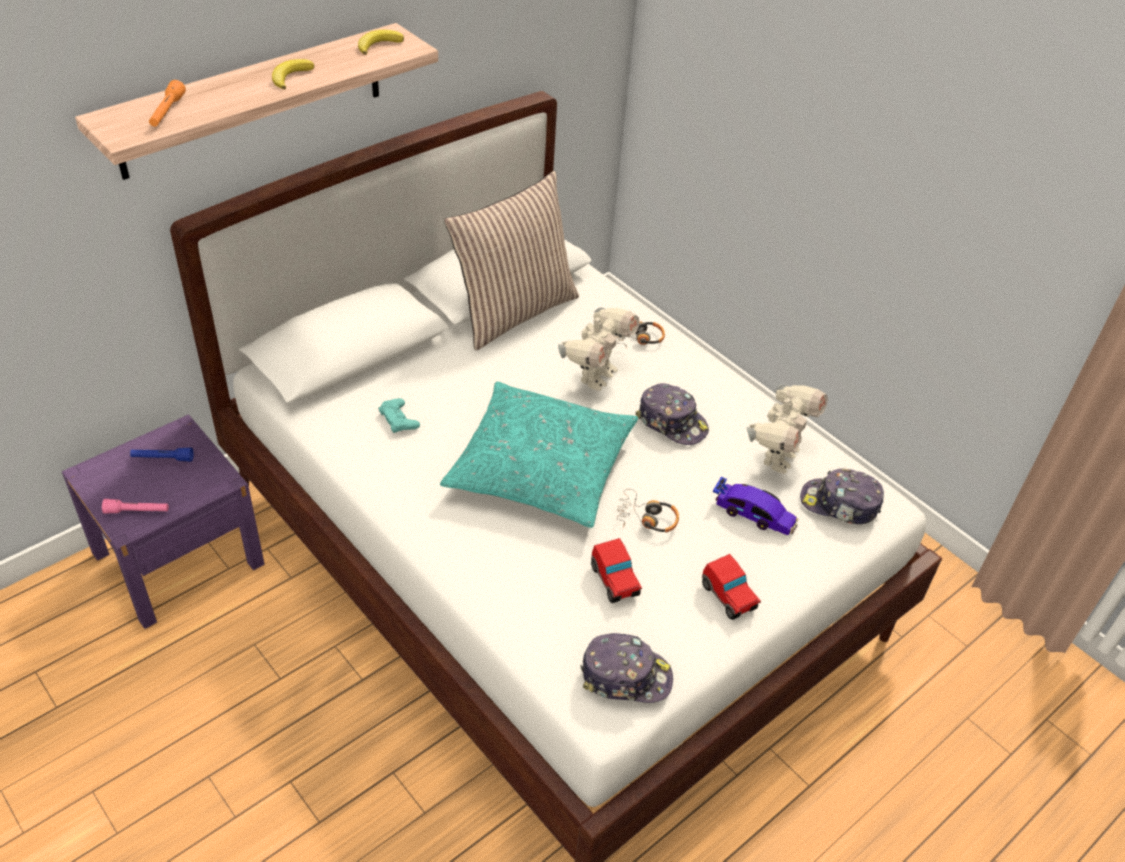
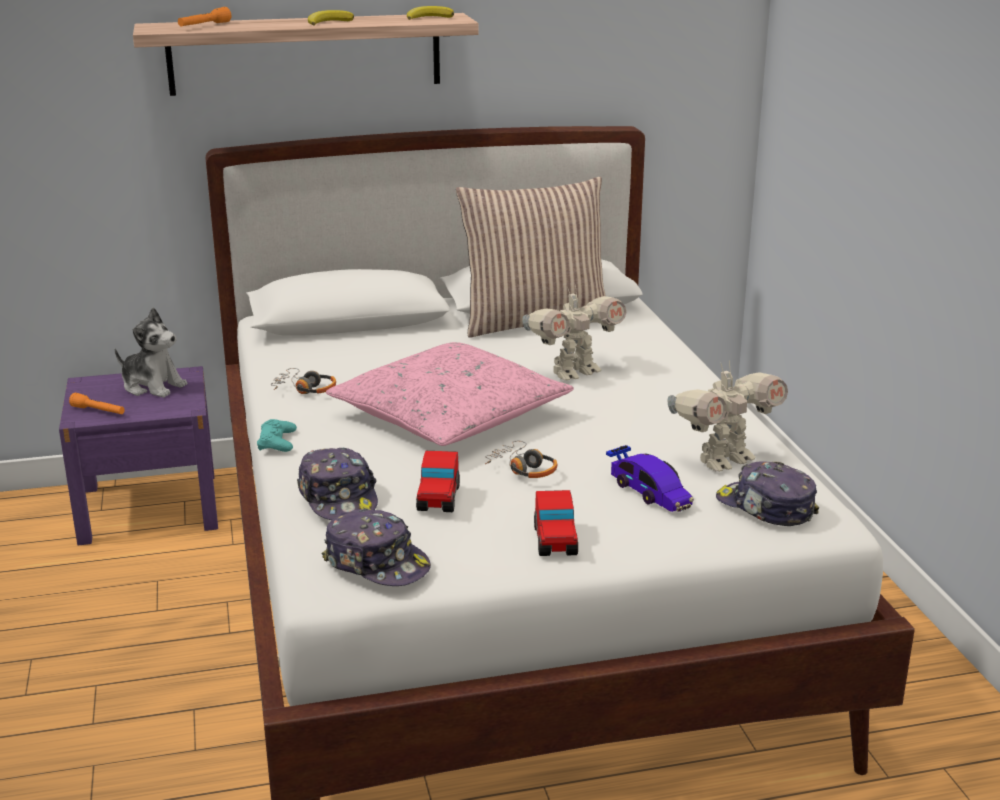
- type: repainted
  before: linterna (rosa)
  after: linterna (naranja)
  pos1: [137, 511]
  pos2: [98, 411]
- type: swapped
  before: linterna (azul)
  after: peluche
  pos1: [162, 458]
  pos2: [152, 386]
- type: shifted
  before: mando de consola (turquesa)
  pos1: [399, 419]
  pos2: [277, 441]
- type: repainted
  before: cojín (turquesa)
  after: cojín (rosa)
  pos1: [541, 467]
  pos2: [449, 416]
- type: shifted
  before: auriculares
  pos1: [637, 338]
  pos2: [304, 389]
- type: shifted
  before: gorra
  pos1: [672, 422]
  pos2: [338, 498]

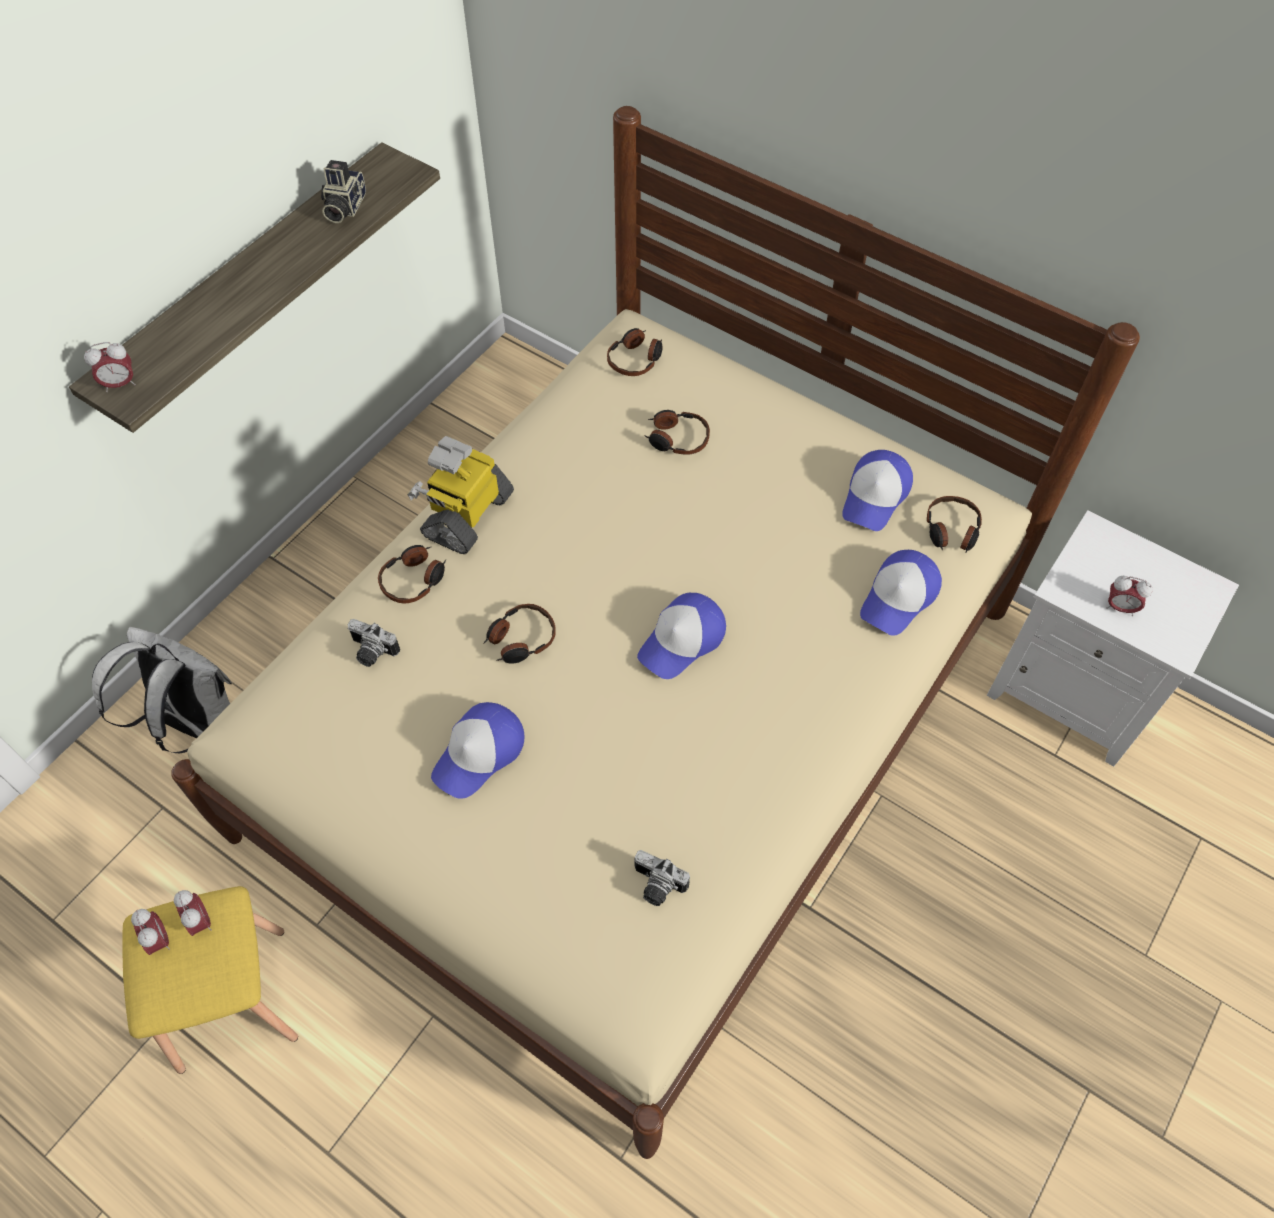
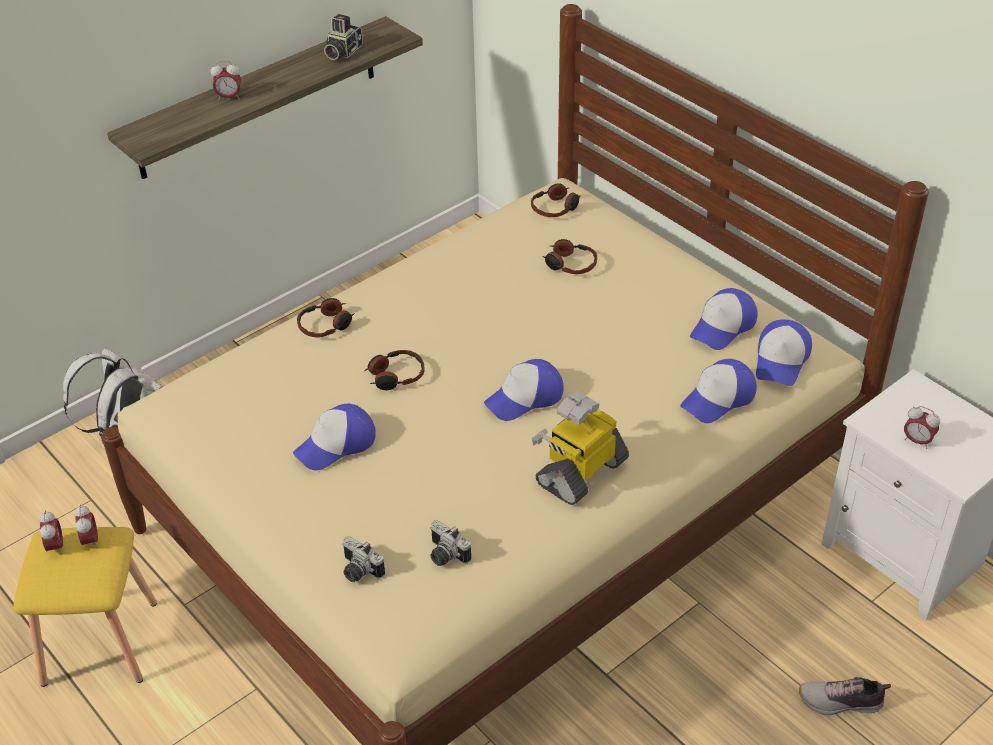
- type: shifted
  before: despertador
  pos1: [120, 384]
  pos2: [229, 97]
- type: shifted
  before: cámara
  pos1: [371, 652]
  pos2: [358, 571]
- type: shifted
  before: robot de juguete
  pos1: [467, 515]
  pos2: [580, 471]
- type: swapped
  before: auriculares
  after: gorra
  pos1: [951, 531]
  pos2: [781, 360]
- type: new
  after: zapato
  pos2: [841, 703]

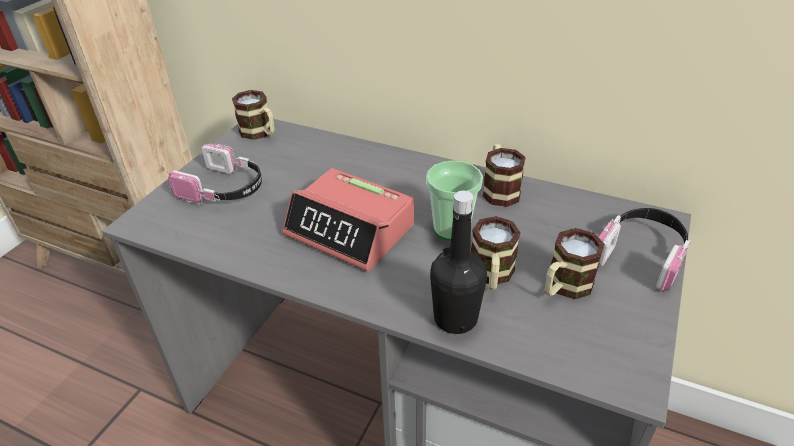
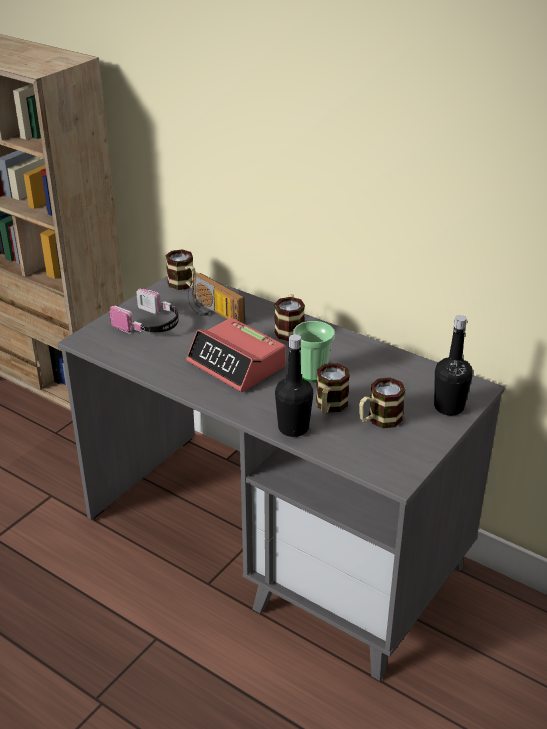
- type: shifted
  before: taza grande
  pos1: [499, 189]
  pos2: [289, 329]
- type: swapped
  before: auriculares
  after: botella (negro)
  pos1: [642, 253]
  pos2: [449, 407]
- type: new
  after: radio
  pos2: [213, 313]

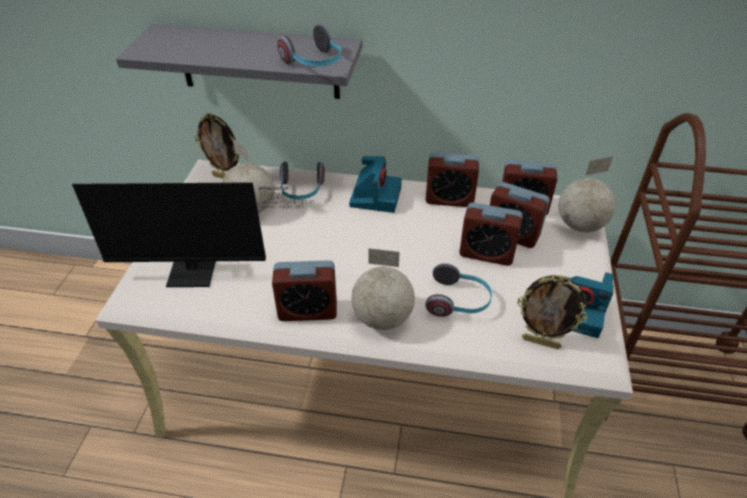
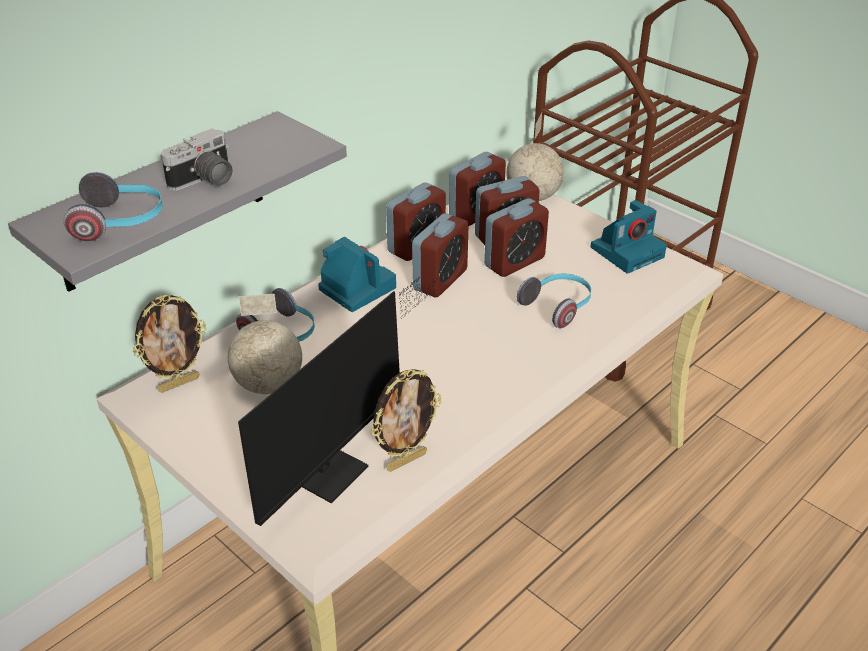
- type: shifted
  before: despertador
  pos1: [308, 310]
  pos2: [440, 280]
- type: shifted
  before: auriculares
  pos1: [314, 63]
  pos2: [120, 222]
- type: gone
  before: globo terráqueo
  pos1: [383, 319]
- type: shifted
  before: portarretratos
  pos1: [541, 342]
  pos2: [406, 460]
- type: new
  after: cámara
  pos2: [205, 181]

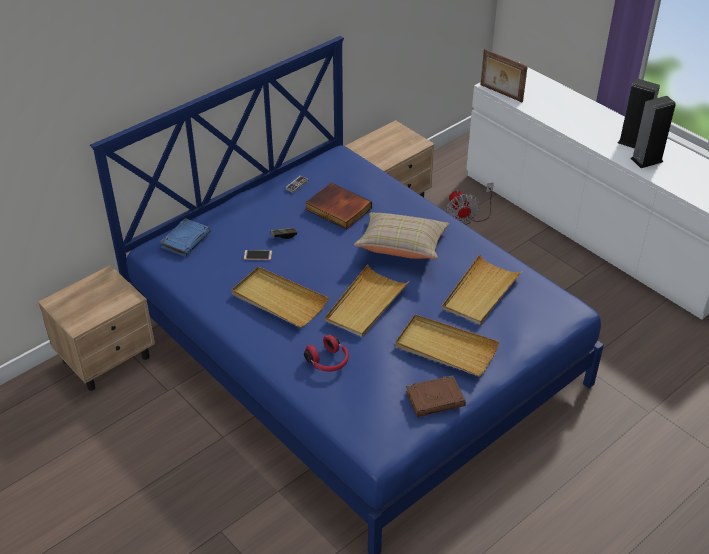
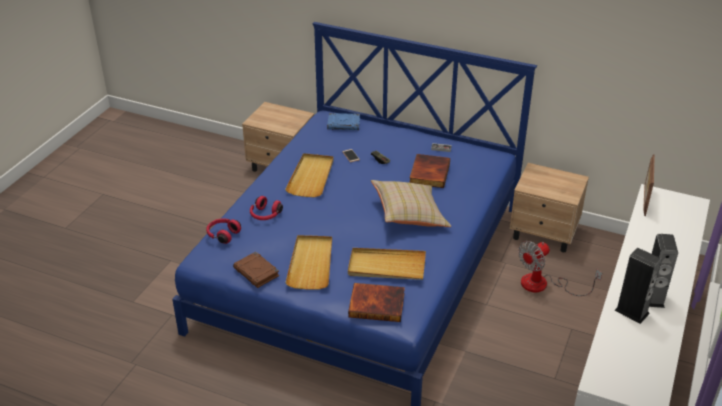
- type: gone
  before: bandeja (beis)
  pos1: [366, 304]
- type: new
  after: auriculares (rojo)
  pos2: [222, 235]
- type: new
  after: libro
  pos2: [377, 304]

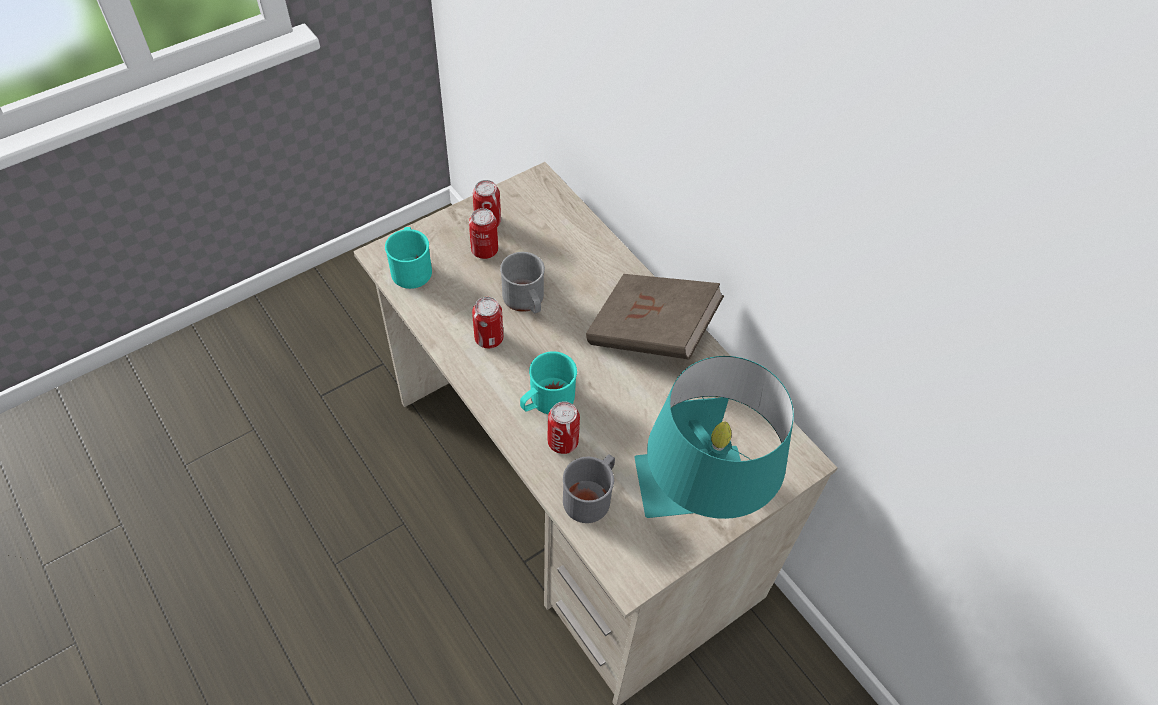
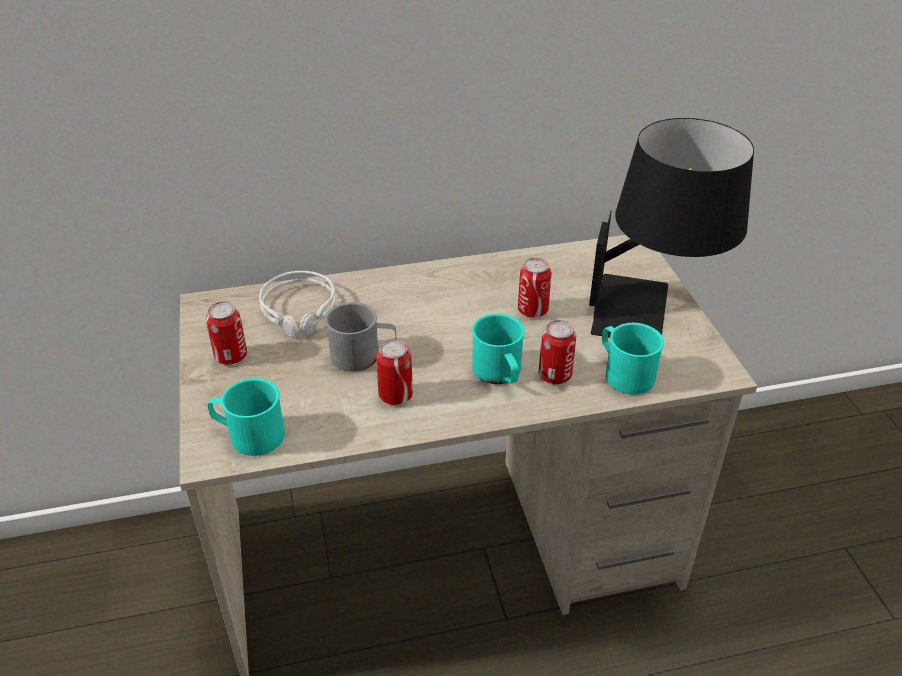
- type: shifted
  before: lata
  pos1: [484, 250]
  pos2: [532, 310]
- type: repainted
  before: taza grande (gris)
  after: taza grande (turquesa)
  pos1: [591, 495]
  pos2: [624, 372]
- type: gone
  before: libro (marrón)
  pos1: [651, 334]
- type: repainted
  before: lámpara de mesa (turquesa)
  after: lámpara de mesa (negro)
  pos1: [698, 502]
  pos2: [654, 311]
- type: new
  after: auriculares (gris)
  pos2: [302, 311]

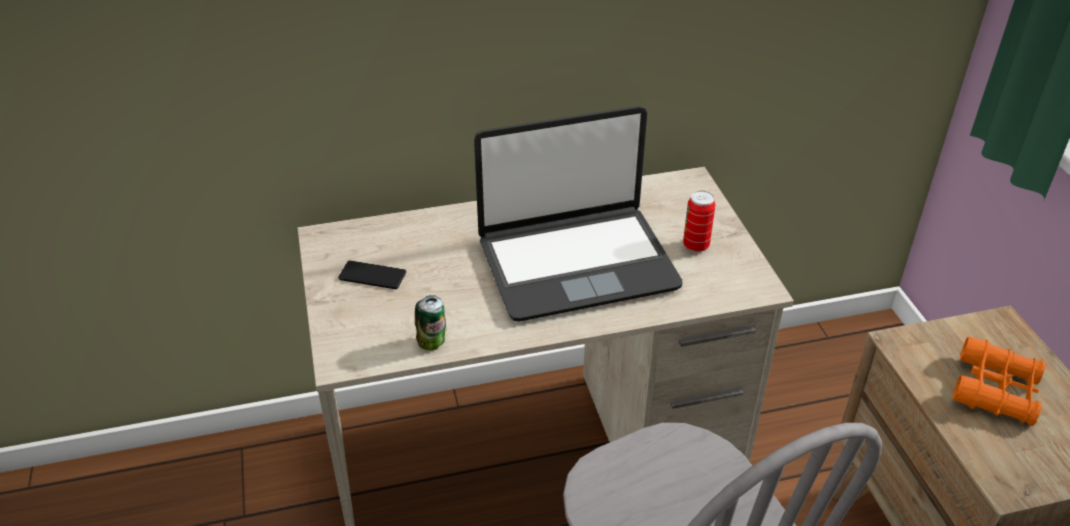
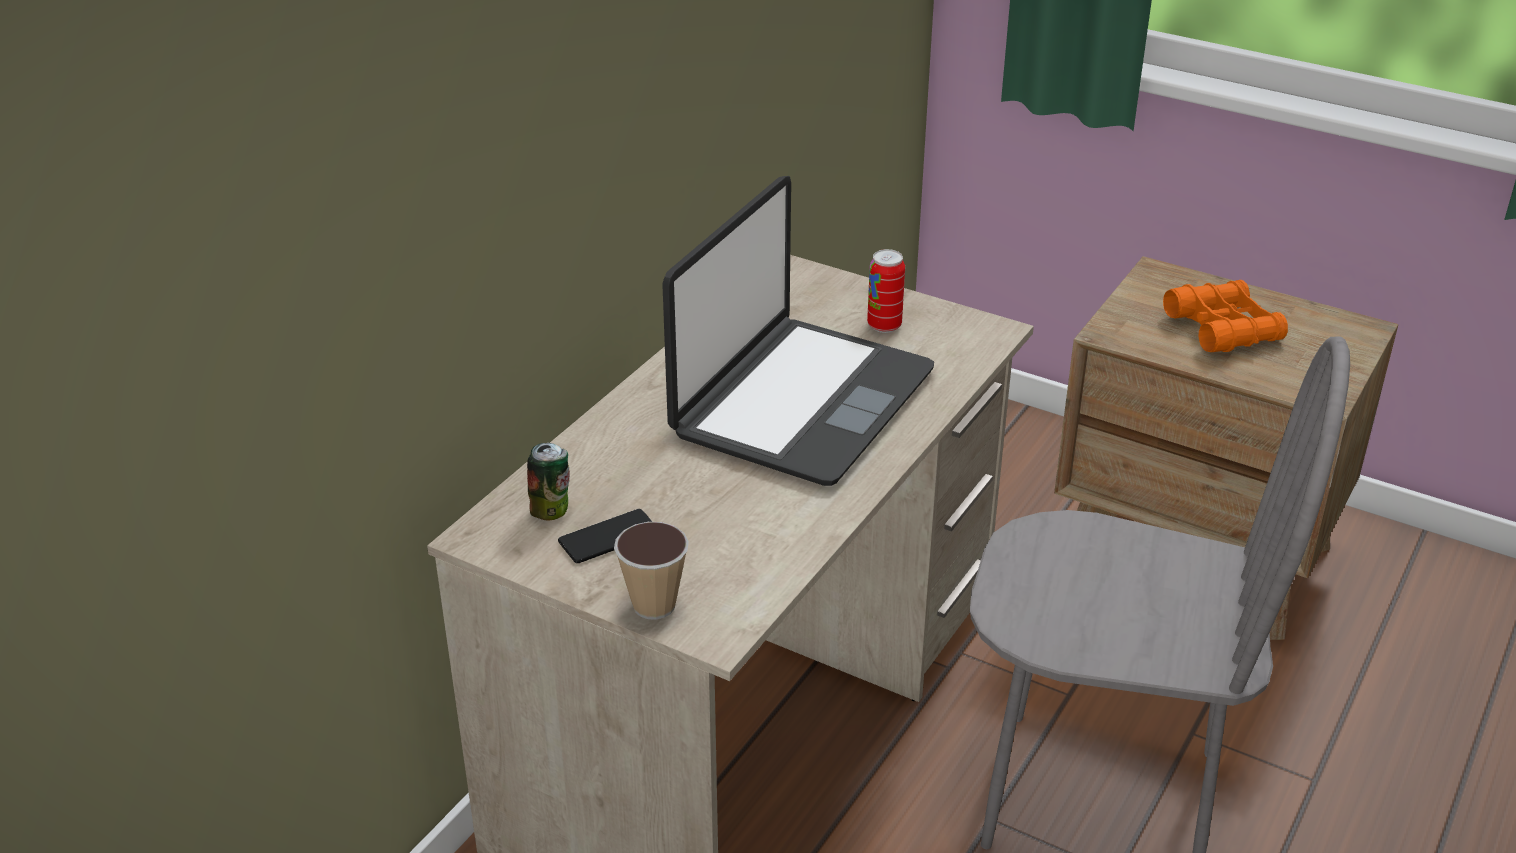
- type: shifted
  before: lata
  pos1: [432, 342]
  pos2: [551, 510]
- type: new
  after: taza
  pos2: [654, 605]

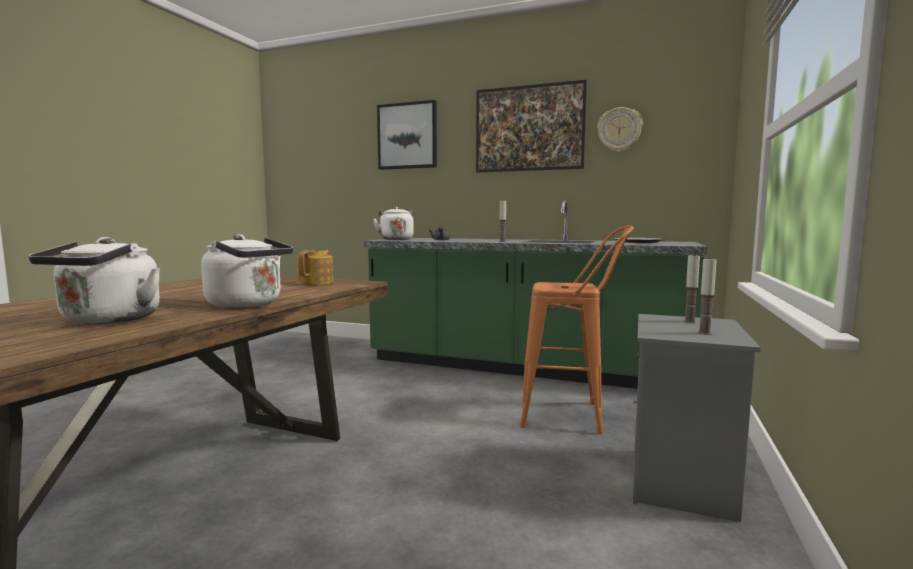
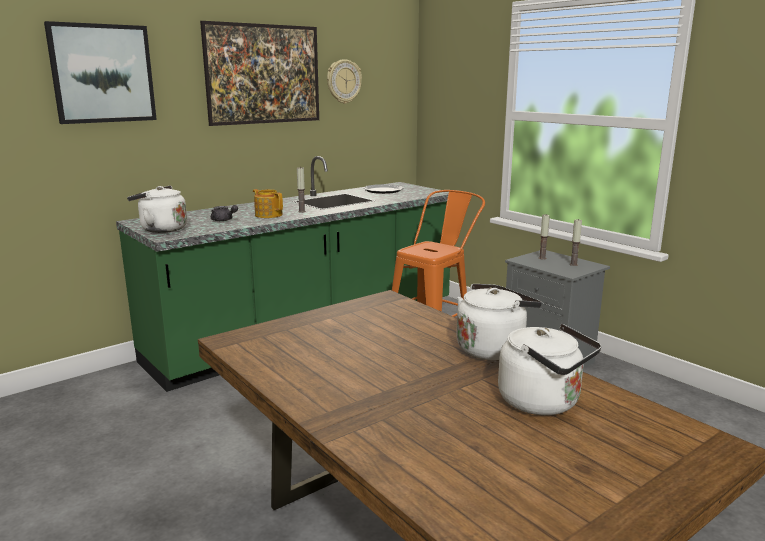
- type: shifted
  before: tetera
  pos1: [316, 282]
  pos2: [268, 215]

